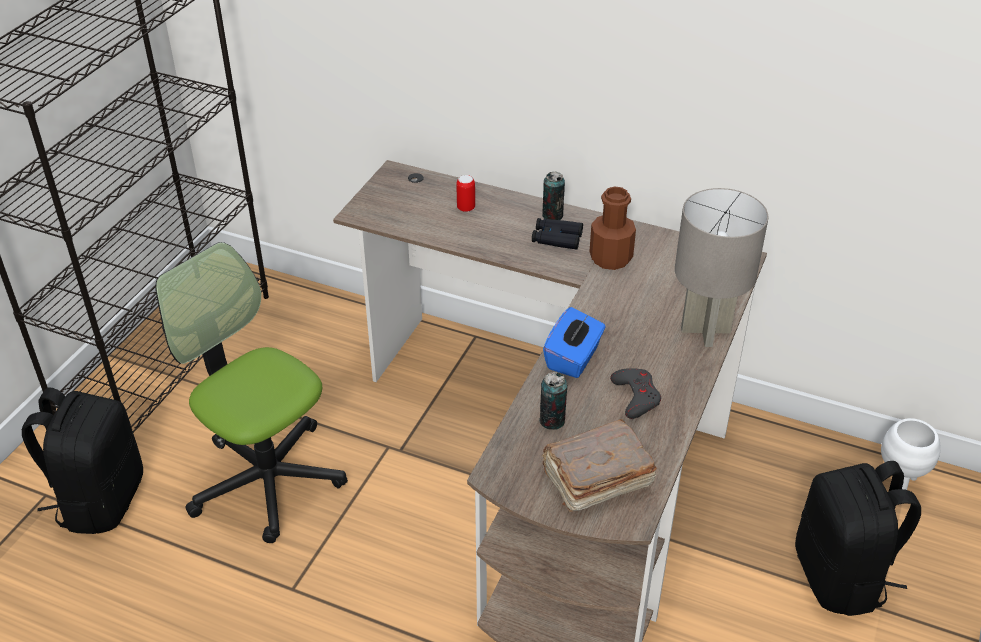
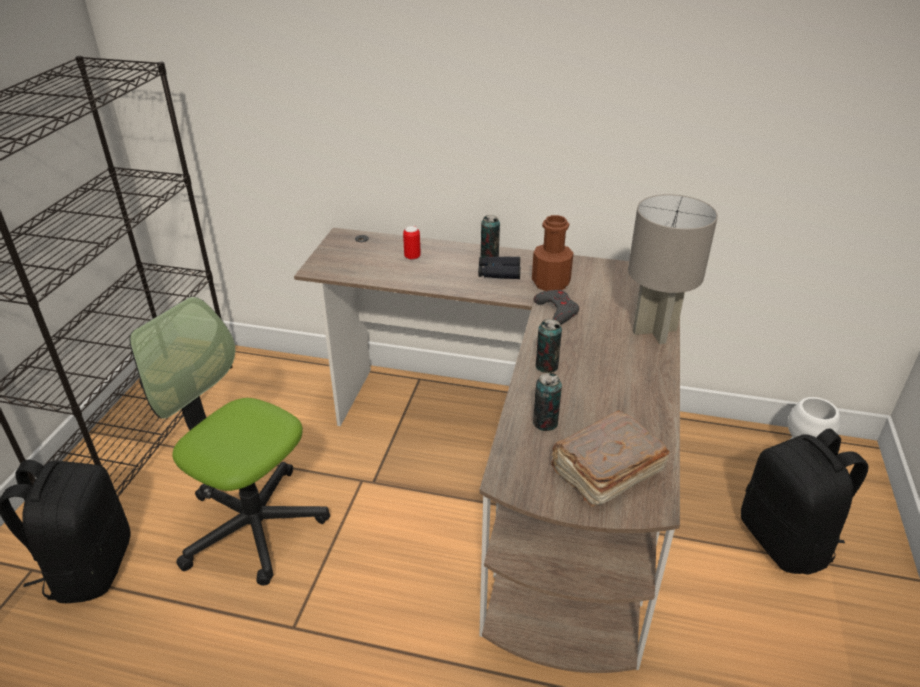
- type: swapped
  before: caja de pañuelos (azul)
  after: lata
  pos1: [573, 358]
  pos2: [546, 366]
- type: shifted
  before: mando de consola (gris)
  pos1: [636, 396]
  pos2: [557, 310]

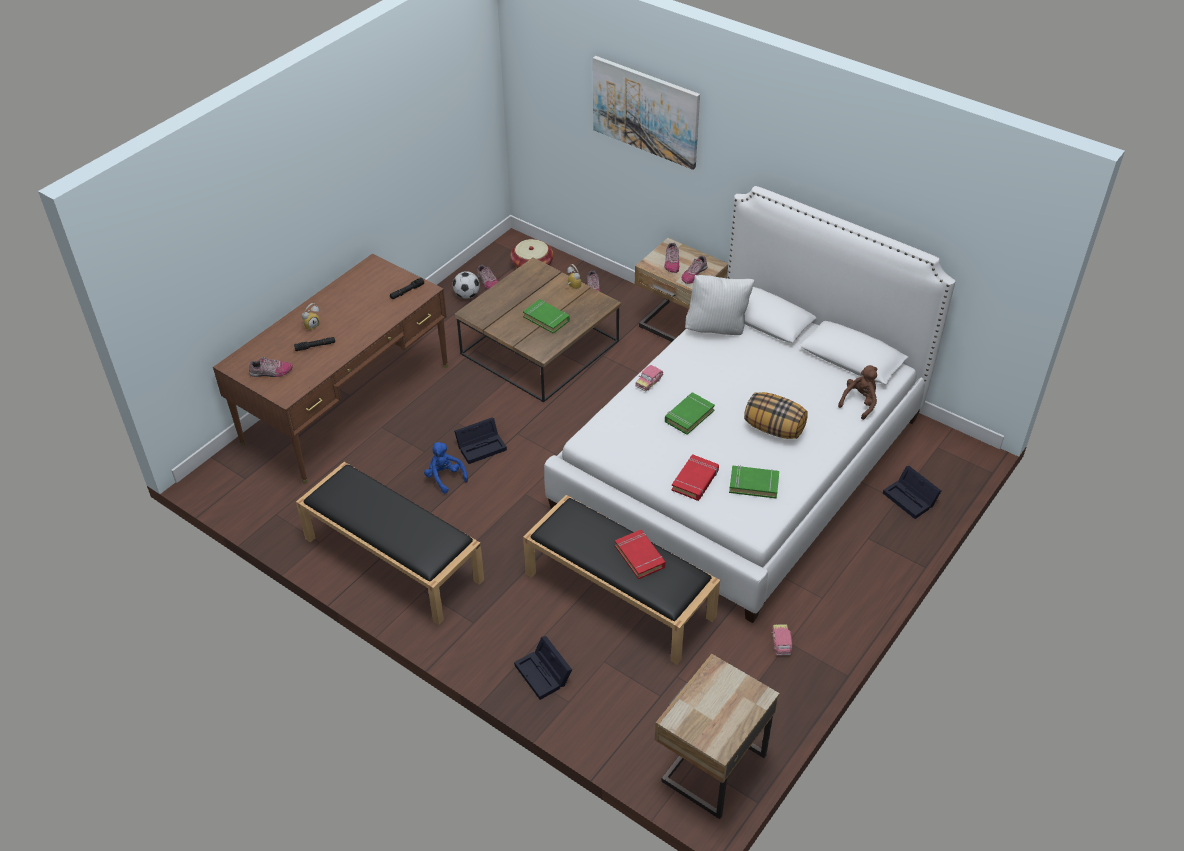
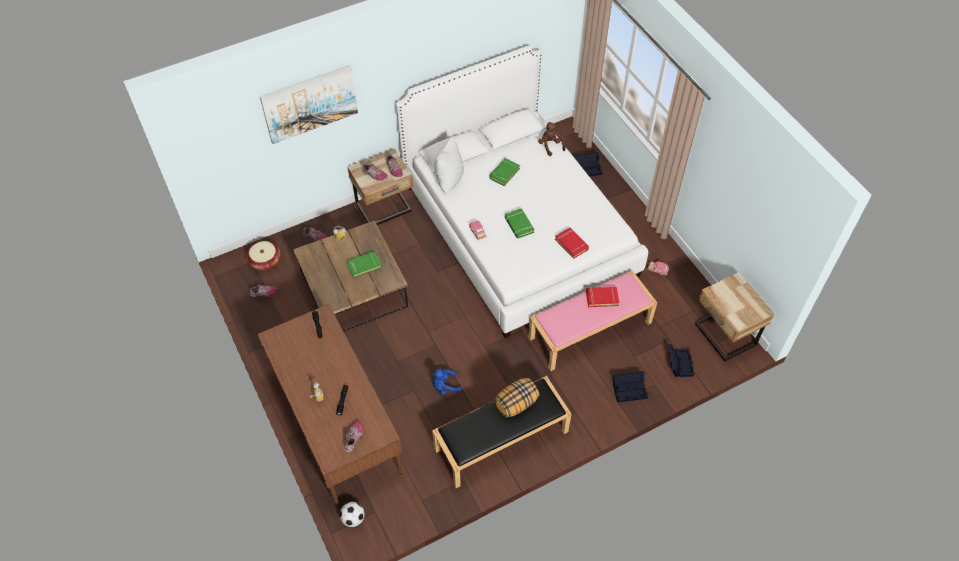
- type: shifted
  before: balón de fútbol
  pos1: [467, 295]
  pos2: [353, 518]
- type: shifted
  before: caja de almacenaje (negro)
  pos1: [482, 446]
  pos2: [678, 362]
- type: repainted
  before: banco (negro)
  after: banco (rosa)
  pos1: [621, 595]
  pos2: [590, 329]
- type: shifted
  before: libro (verde)
  pos1: [753, 484]
  pos2: [504, 173]
- type: shifted
  before: cojín
  pos1: [774, 428]
  pos2: [516, 403]

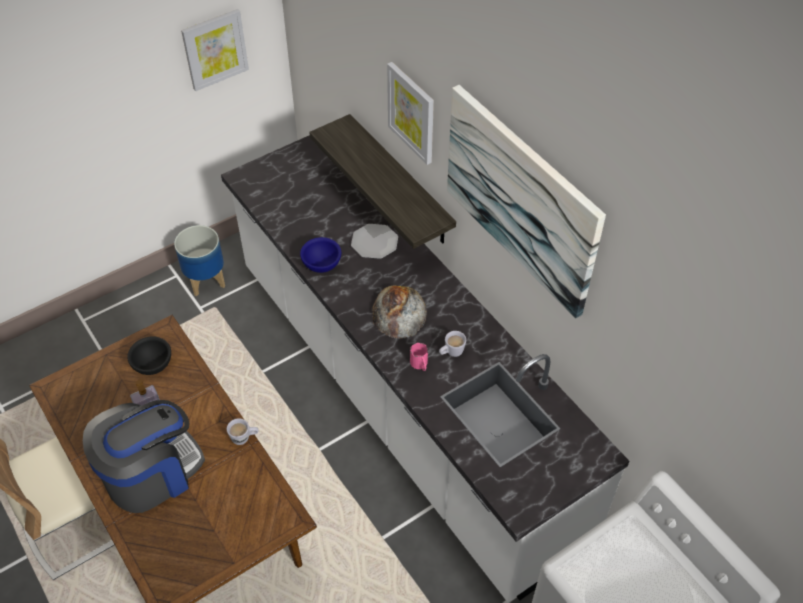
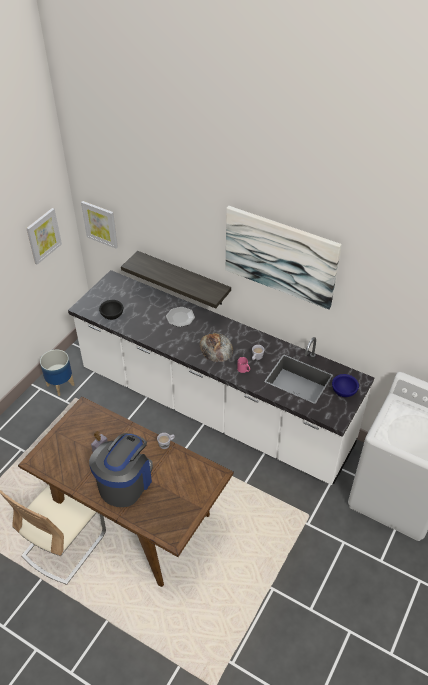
- type: shifted
  before: cuenco (negro)
  pos1: [153, 364]
  pos2: [112, 315]
- type: shifted
  before: cuenco (azul)
  pos1: [321, 265]
  pos2: [343, 392]
- type: shifted
  before: cuadro
  pos1: [412, 112]
  pos2: [100, 224]

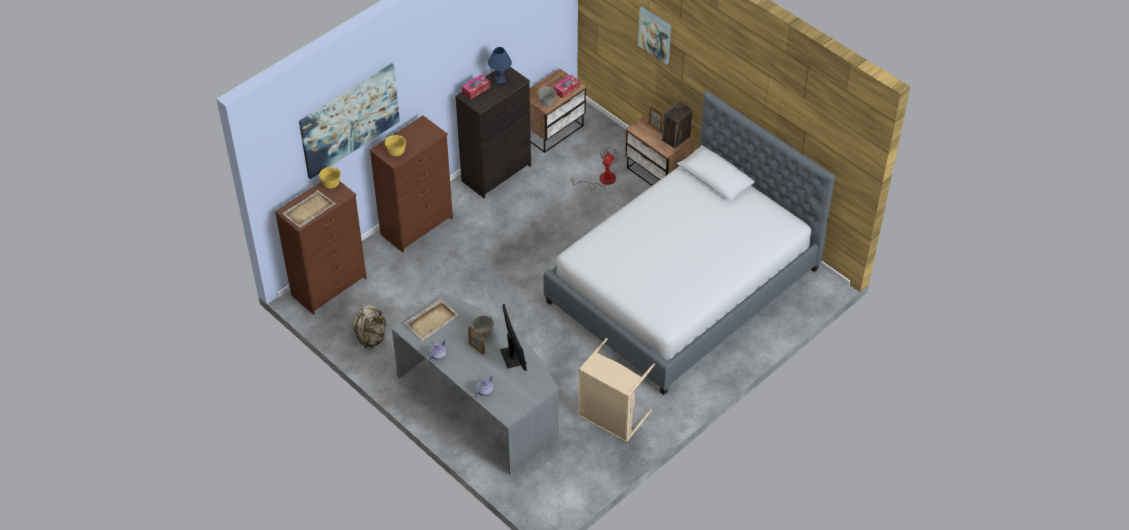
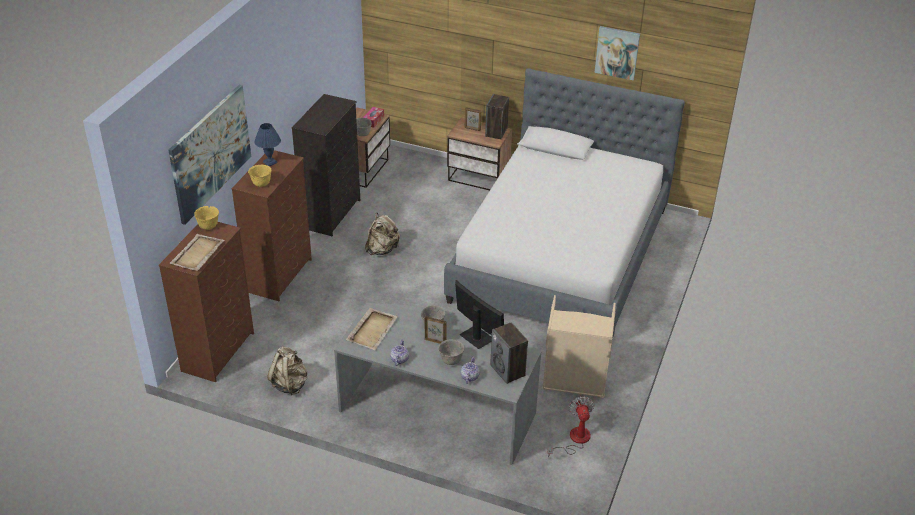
- type: gone
  before: caja de pañuelos
  pos1: [476, 90]
- type: shifted
  before: lámpara de mesa (azul)
  pos1: [500, 80]
  pos2: [270, 162]
- type: shifted
  before: ventilador
  pos1: [601, 180]
  pos2: [574, 440]
- type: shifted
  before: cuadro
  pos1: [655, 34]
  pos2: [617, 52]
- type: new
  after: mochila (beis)
  pos2: [382, 250]
- type: new
  after: cuenco (gris)
  pos2: [450, 361]
- type: new
  after: altavoz
  pos2: [508, 370]

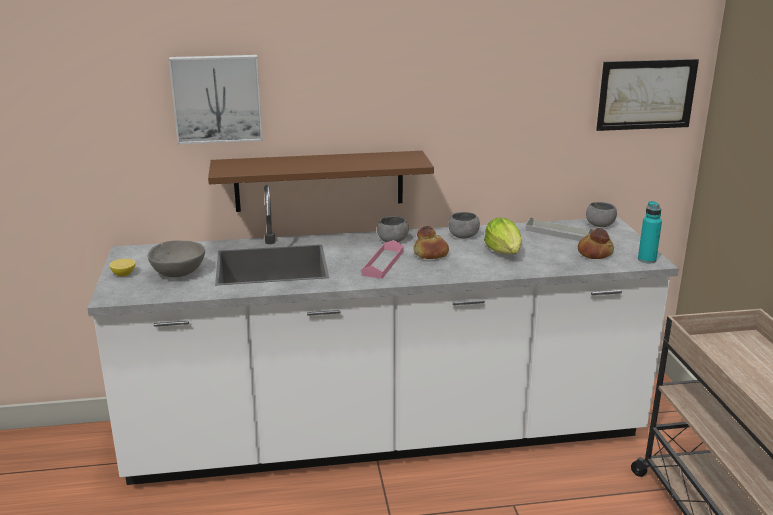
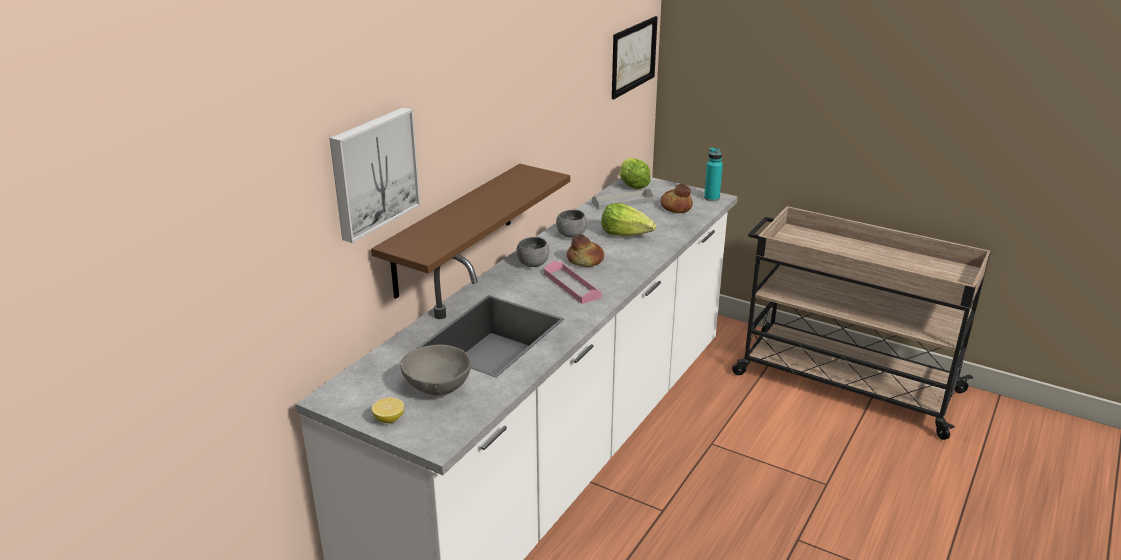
- type: swapped
  before: cuenco (gris)
  after: lechuga
  pos1: [600, 225]
  pos2: [632, 184]

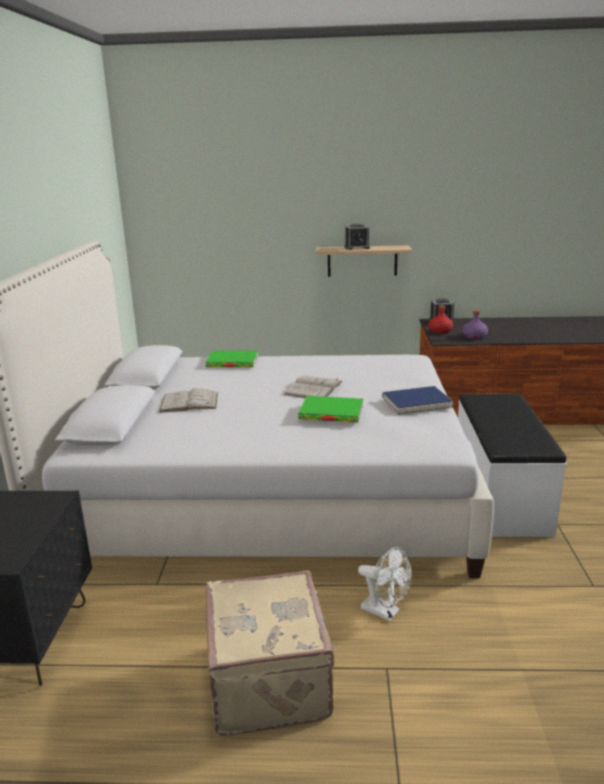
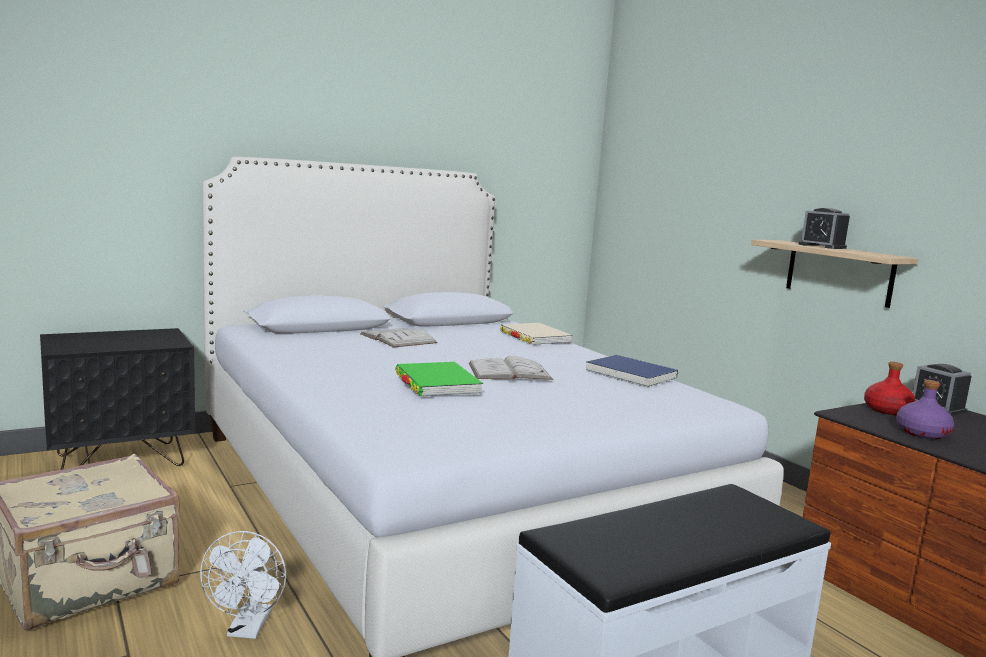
- type: repainted
  before: libro (verde)
  after: libro (beis)
  pos1: [232, 362]
  pos2: [535, 337]
- type: shifted
  before: libro (azul)
  pos1: [416, 403]
  pos2: [631, 375]

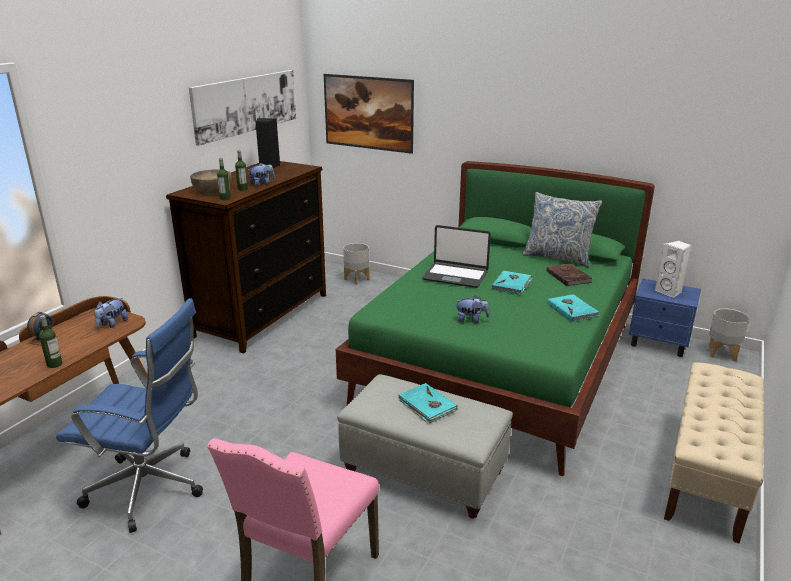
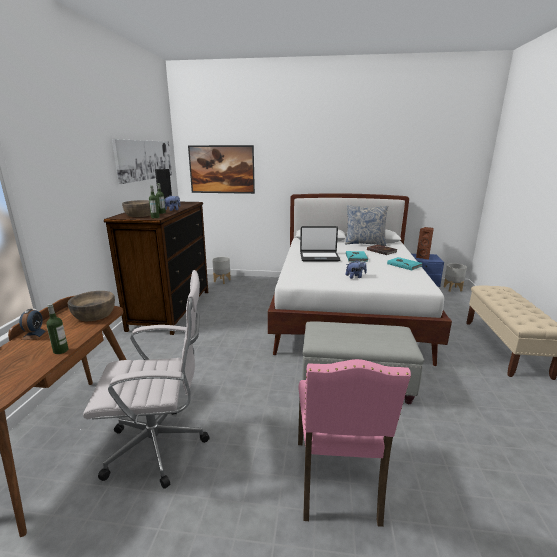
- type: repainted
  before: silla de oficina (azul)
  after: silla de oficina (blanco)
  pos1: [151, 489]
  pos2: [161, 447]
- type: swapped
  before: peluche
  after: cuenco (marrón)
  pos1: [112, 324]
  pos2: [94, 314]
- type: repainted
  before: cama (verde)
  after: cama (blanco)
  pos1: [501, 363]
  pos2: [347, 312]
- type: gone
  before: libro (turquesa)
  pos1: [427, 405]
- type: repainted
  before: altavoz (blanco)
  after: altavoz (marrón)
  pos1: [669, 292]
  pos2: [423, 257]

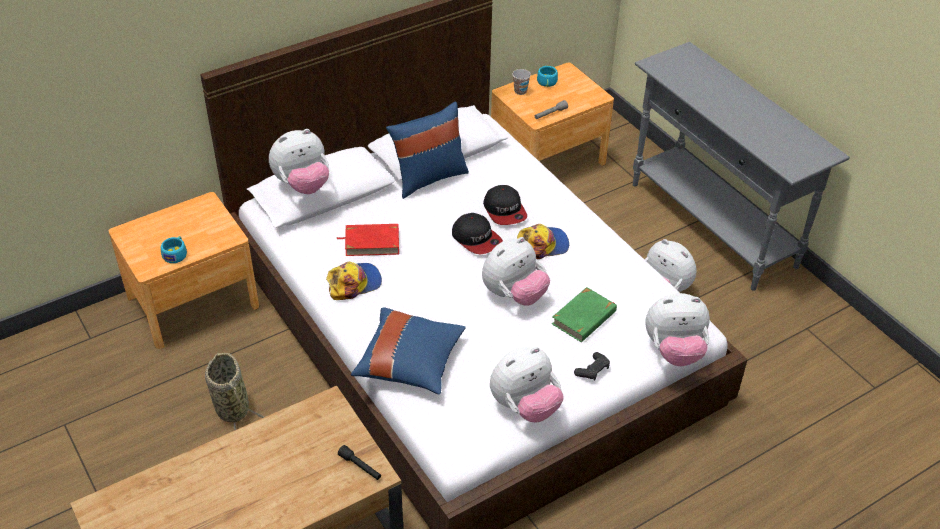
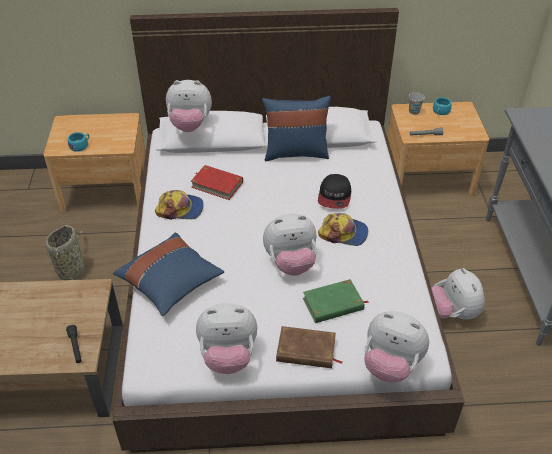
- type: gone
  before: gorra
  pos1: [476, 239]
- type: swapped
  before: mando de consola (negro)
  after: libro (marrón)
  pos1: [592, 370]
  pos2: [306, 350]

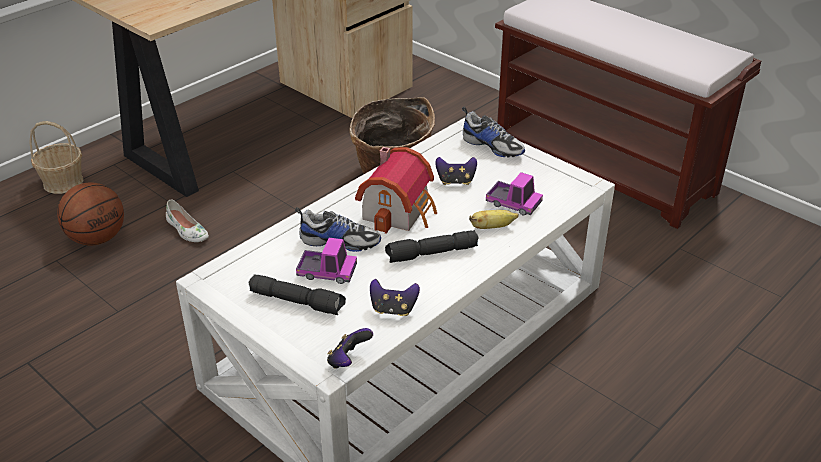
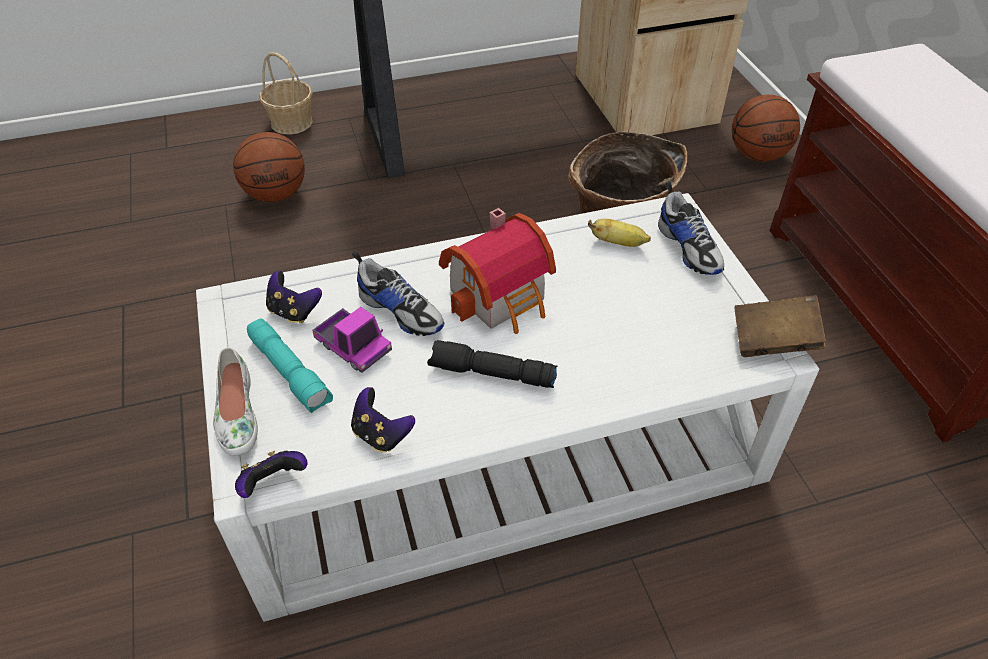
- type: shifted
  before: zapato (blanco)
  pos1: [187, 230]
  pos2: [236, 414]
- type: repainted
  before: linterna (negro)
  after: linterna (turquesa)
  pos1: [298, 301]
  pos2: [291, 372]
- type: shifted
  before: mando de consola
  pos1: [455, 181]
  pos2: [294, 311]
- type: shifted
  before: plátano
  pos1: [492, 227]
  pos2: [618, 243]
- type: gone
  before: camión de juguete
  pos1: [513, 204]
- type: new
  after: balón de baloncesto
  pos2: [758, 155]
- type: new
  after: libro (marrón)
  pos2: [773, 341]

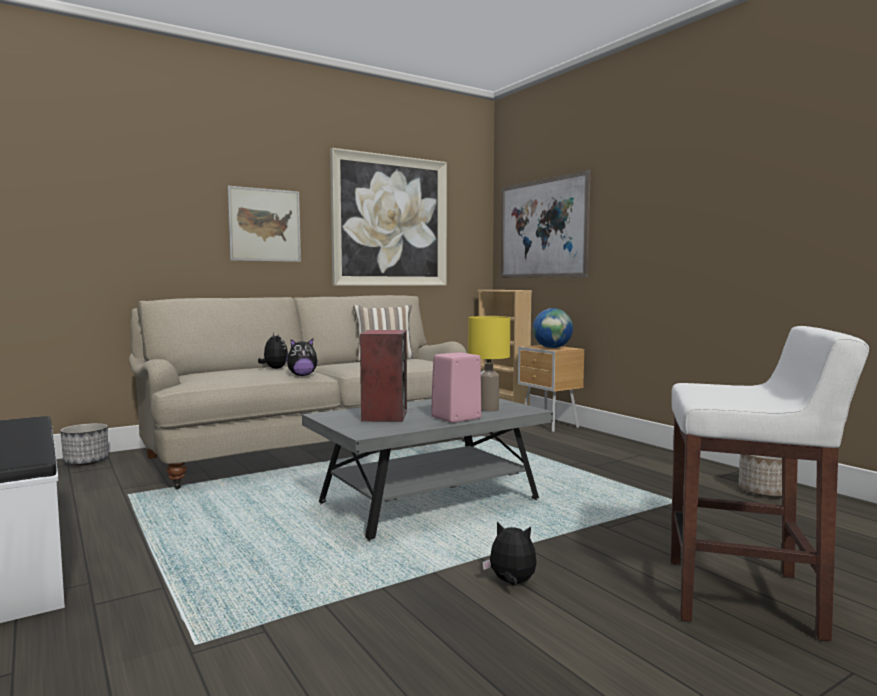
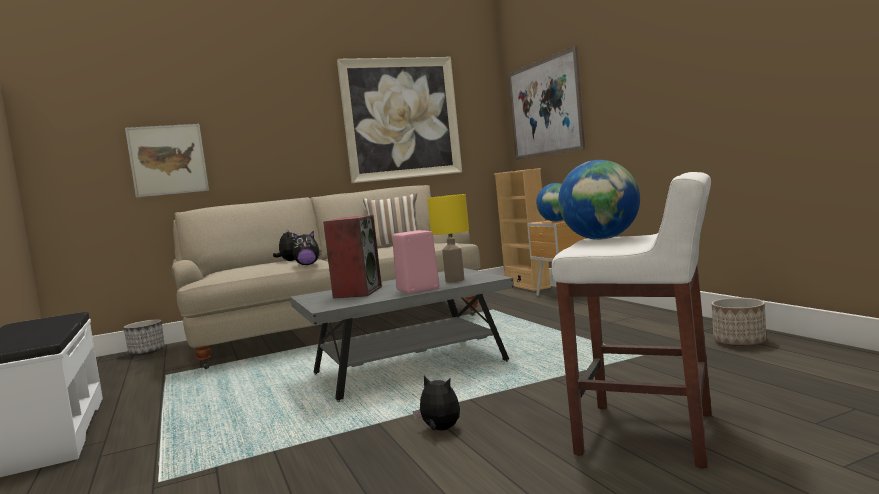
- type: shifted
  before: cuadro
  pos1: [265, 225]
  pos2: [168, 160]
- type: new
  after: globo terráqueo
  pos2: [601, 239]

